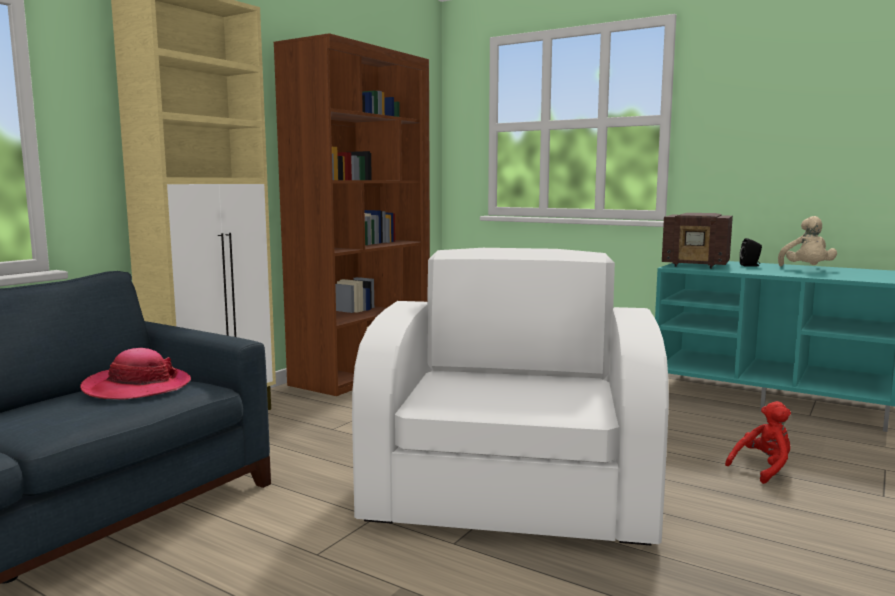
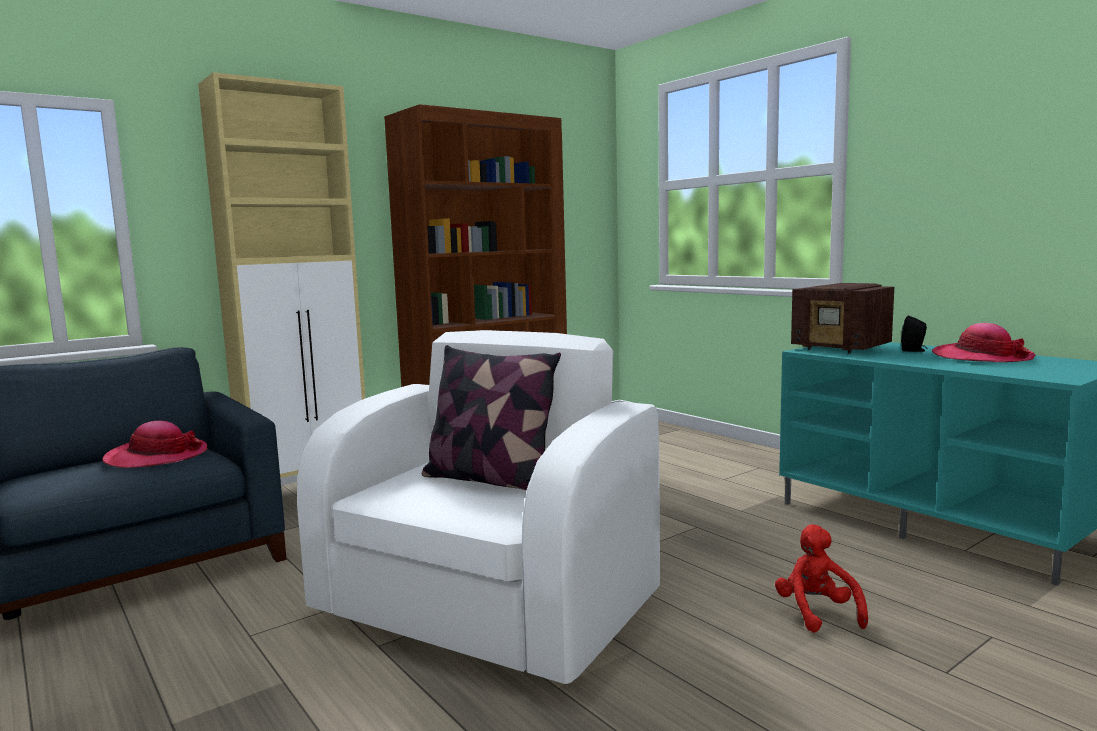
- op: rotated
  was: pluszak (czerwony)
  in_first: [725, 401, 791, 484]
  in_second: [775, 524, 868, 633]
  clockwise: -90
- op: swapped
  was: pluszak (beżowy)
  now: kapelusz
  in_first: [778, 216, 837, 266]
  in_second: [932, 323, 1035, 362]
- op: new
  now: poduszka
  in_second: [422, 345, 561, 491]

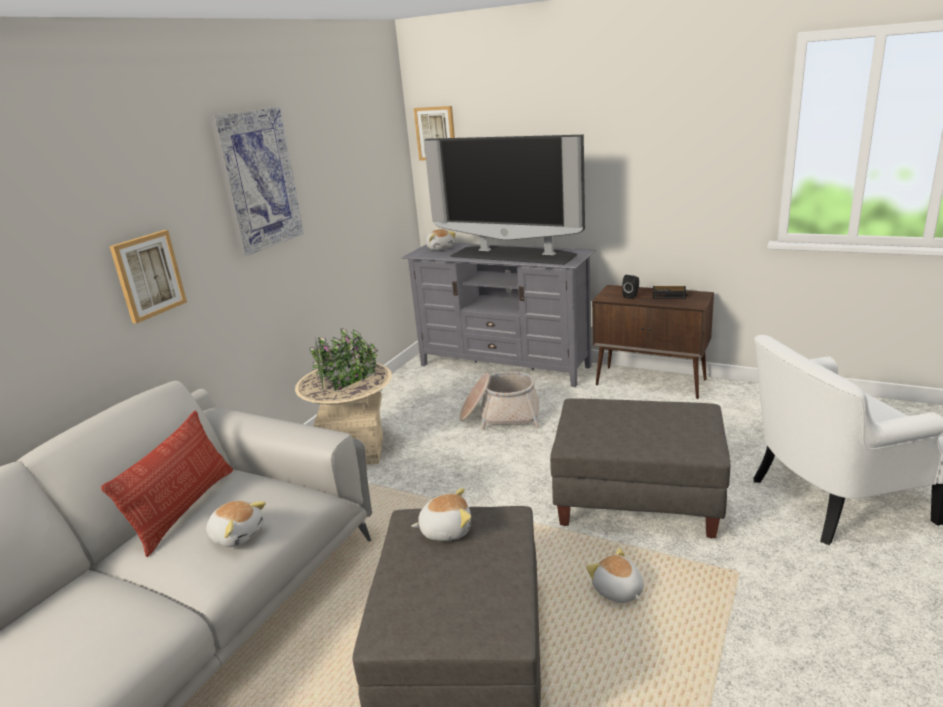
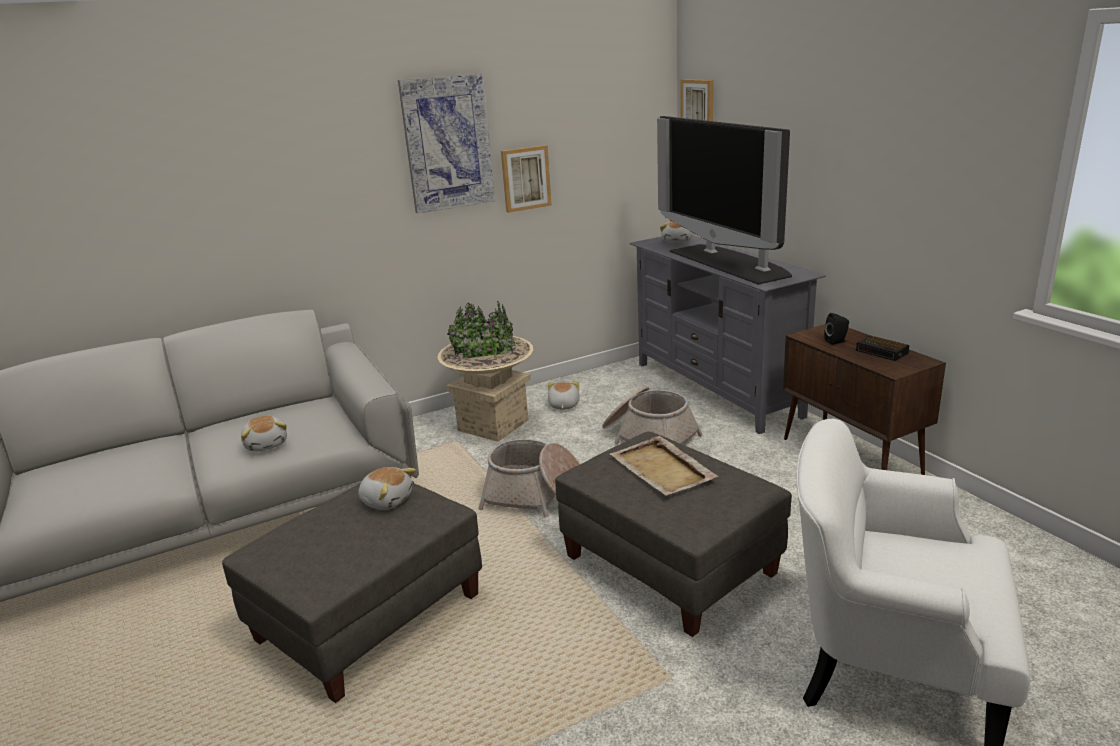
- op: gone
  was: poduszka
  in_first: [101, 411, 233, 557]
- op: shifted
  was: obraz
  in_first: [109, 230, 187, 324]
  in_second: [501, 145, 552, 213]
- op: shifted
  was: pluszak
  in_first: [586, 548, 644, 603]
  in_second: [548, 381, 579, 410]
- op: new
  now: koszyk
  in_second: [478, 439, 580, 518]
- op: new
  now: taca (beżowy)
  in_second: [610, 436, 718, 496]

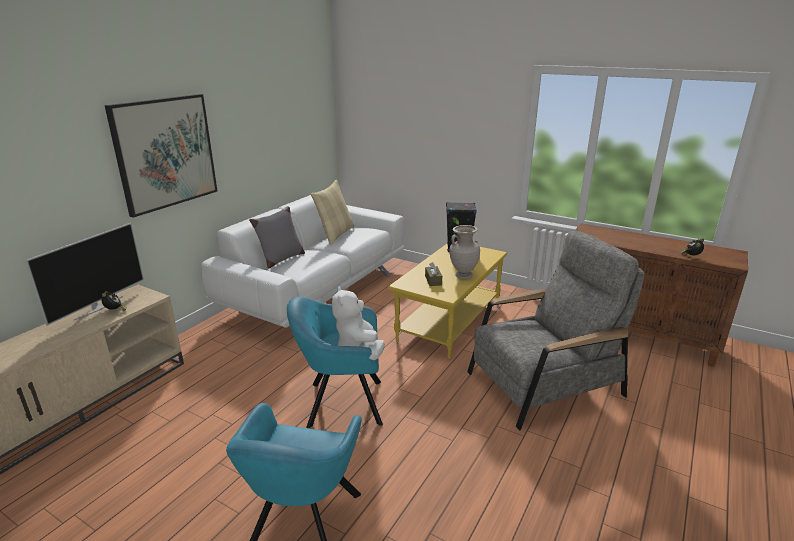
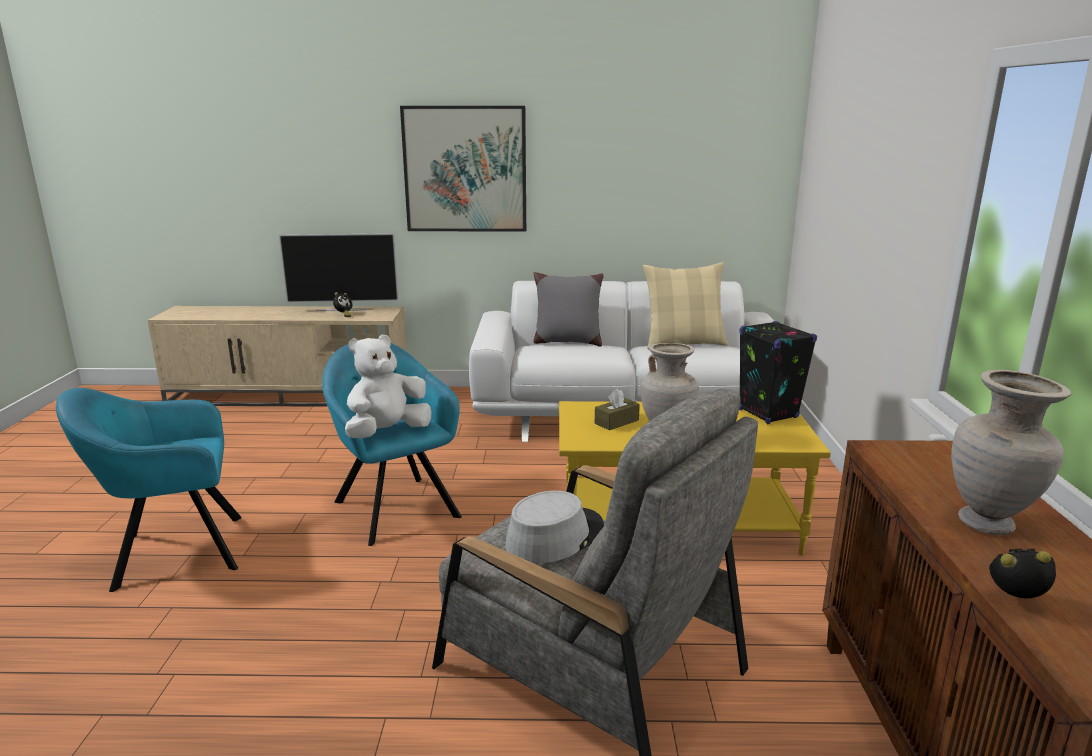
- op: new
  now: kapelusz (szary)
  in_second: [505, 491, 604, 563]
- op: new
  now: wazon (beżowy)
  in_second: [951, 369, 1071, 535]

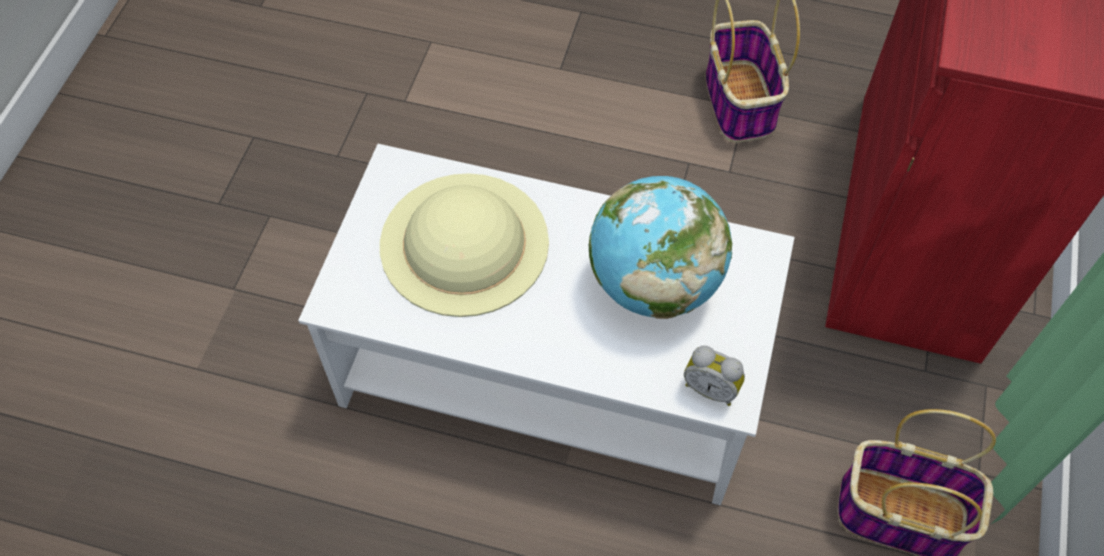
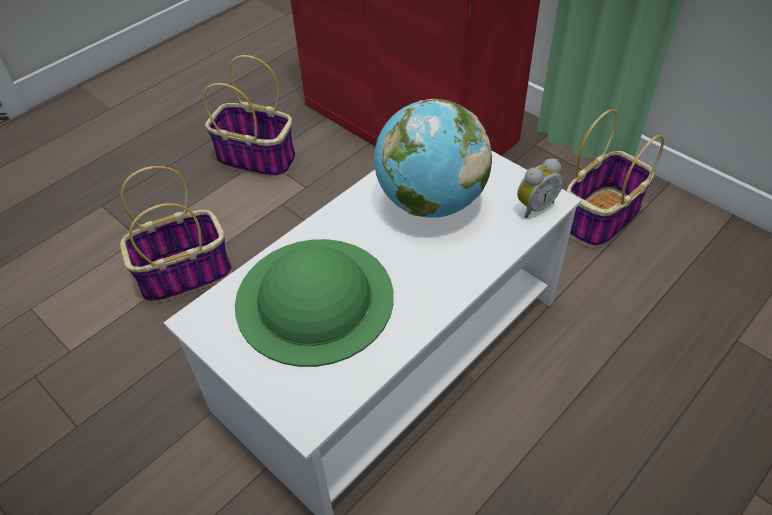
- op: repainted
  was: kapelusz (beżowy)
  now: kapelusz (zielony)
  in_first: [380, 173, 549, 317]
  in_second: [235, 239, 394, 367]
- op: new
  now: koszyk
  in_second: [120, 166, 233, 303]

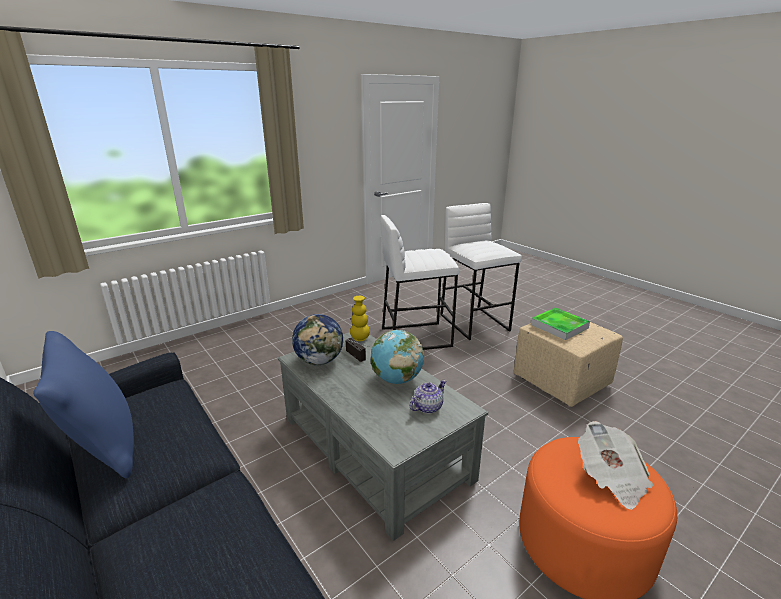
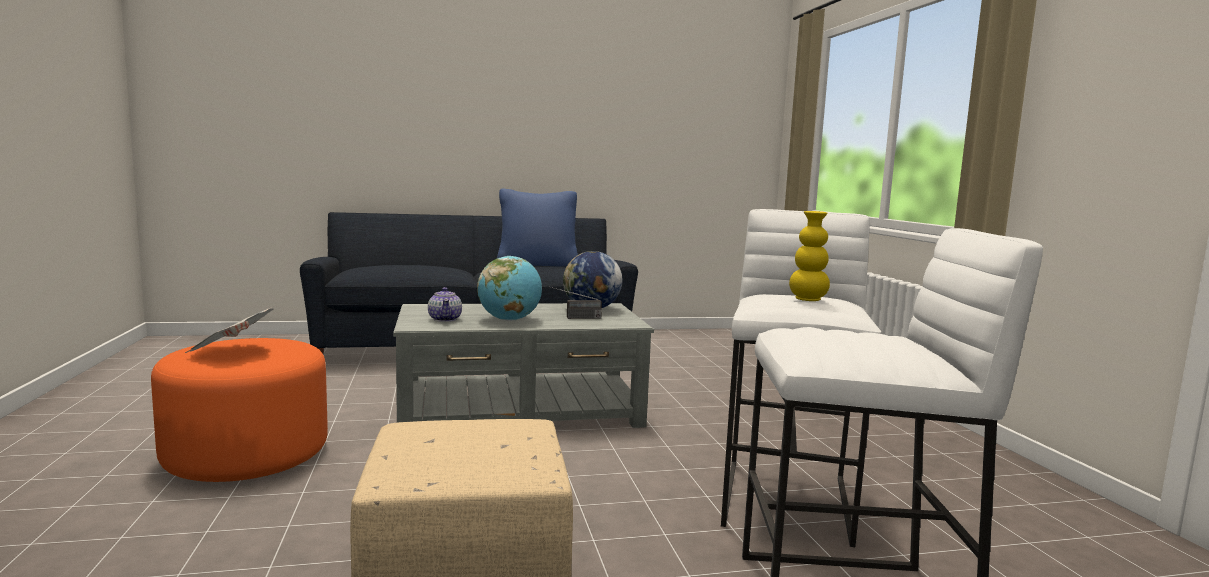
- op: shifted
  was: wazon (żółty)
  in_first: [350, 296, 370, 341]
  in_second: [789, 211, 830, 301]
- op: gone
  was: taca
  in_first: [531, 308, 590, 340]

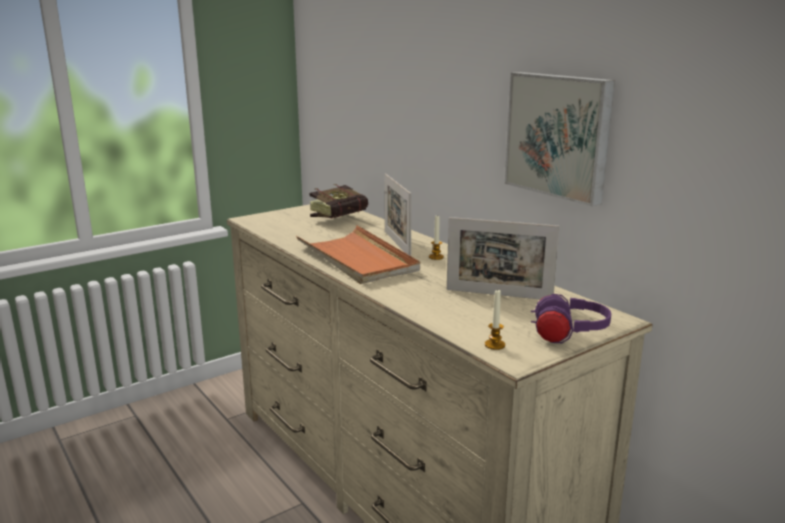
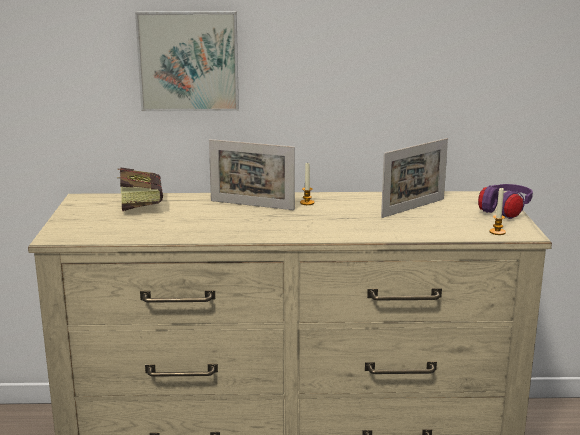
- op: gone
  was: taca (pomarańczowy)
  in_first: [296, 225, 420, 284]
- op: shifted
  was: obraz
  in_first: [505, 72, 615, 207]
  in_second: [135, 11, 239, 111]

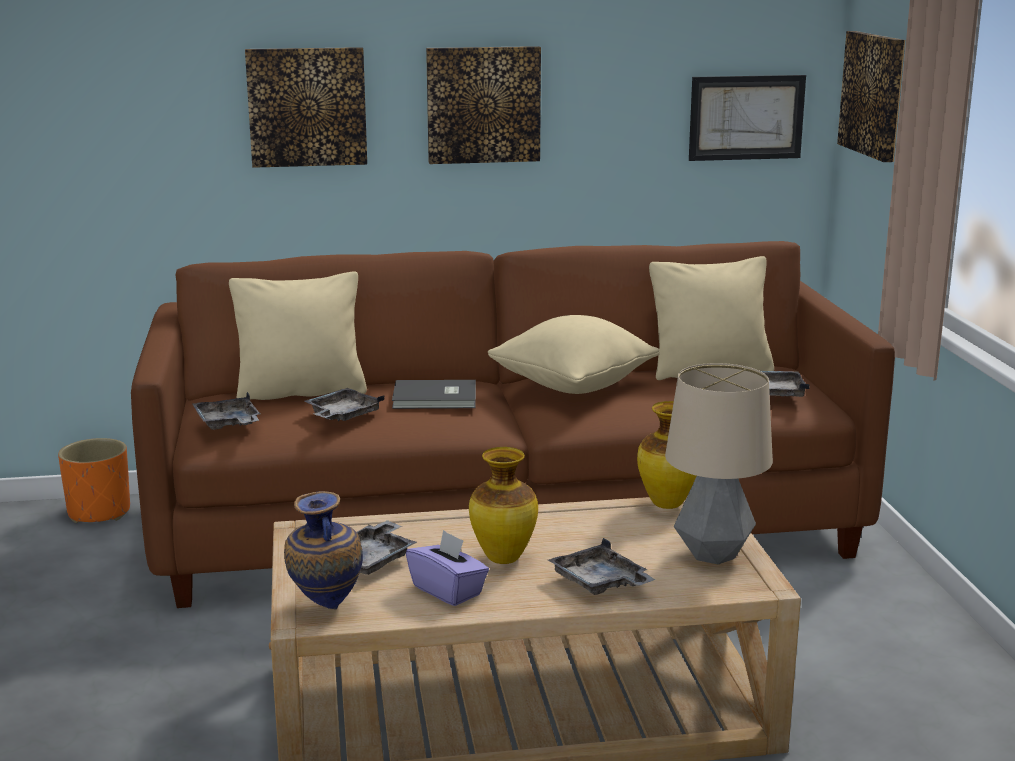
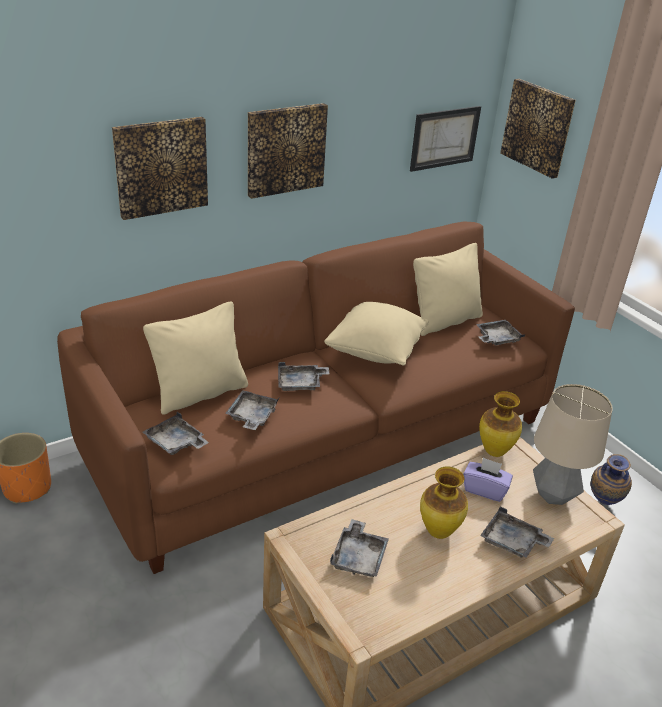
- op: shifted
  was: wazon
  in_first: [284, 491, 363, 609]
  in_second: [591, 454, 632, 505]
- op: swapped
  was: książka (szary)
  now: taca (szary)
  in_first: [392, 380, 476, 409]
  in_second: [278, 362, 329, 391]
- op: shifted
  was: pudełko chusteczek (fioletowy)
  in_first: [406, 530, 489, 606]
  in_second: [463, 457, 513, 502]

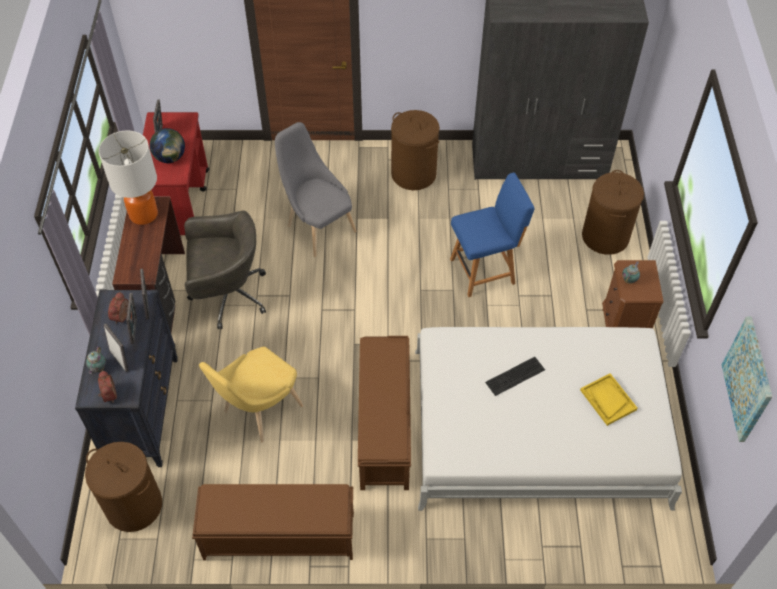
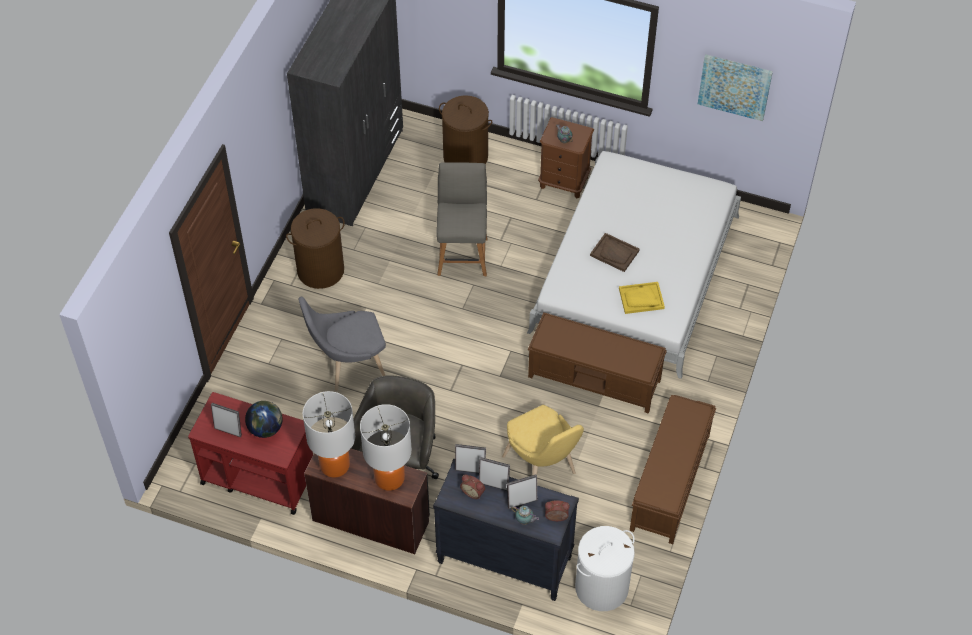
- op: repainted
  was: kosz na pranie (brązowy)
  now: kosz na pranie (biały)
  in_first: [85, 442, 162, 532]
  in_second: [575, 526, 635, 611]
- op: repainted
  was: krzesło (niebieski)
  now: krzesło (szary)
  in_first: [450, 173, 535, 297]
  in_second: [436, 162, 487, 276]
- op: swapped
  was: klawiatura
  now: taca (brązowy)
  in_first: [485, 357, 545, 396]
  in_second: [590, 233, 639, 272]
- op: shifted
  was: taca (żółty)
  in_first: [580, 373, 638, 426]
  in_second: [619, 282, 665, 314]
- op: new
  now: lampa stołowa
  in_second: [360, 404, 412, 491]

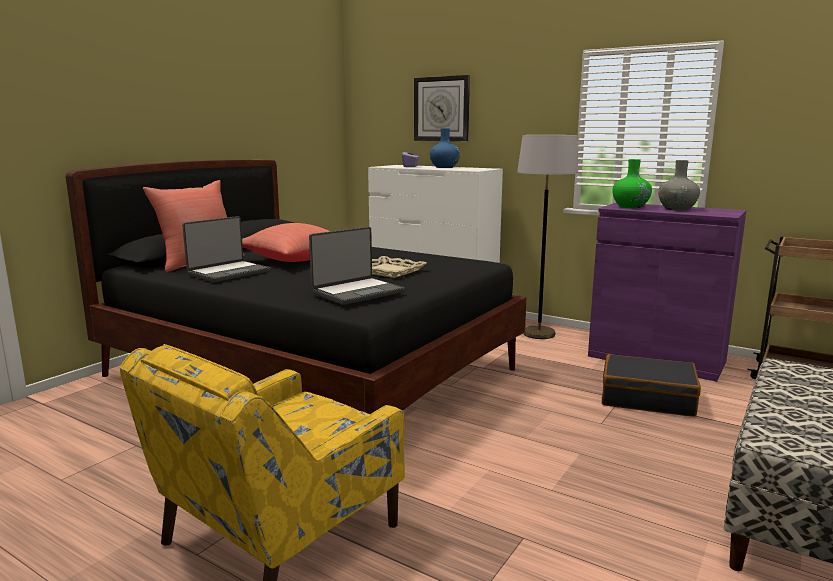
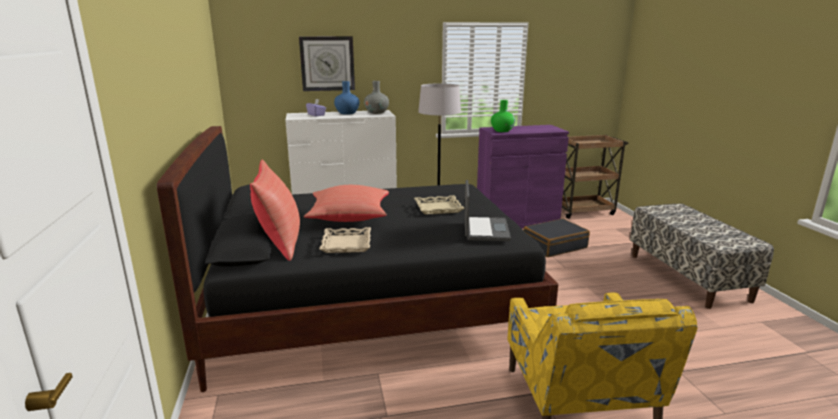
- op: swapped
  was: laptop
  now: taca (beżowy)
  in_first: [182, 216, 270, 282]
  in_second: [319, 227, 371, 253]
- op: shifted
  was: wazon (szary)
  in_first: [658, 160, 700, 211]
  in_second: [364, 81, 389, 114]

